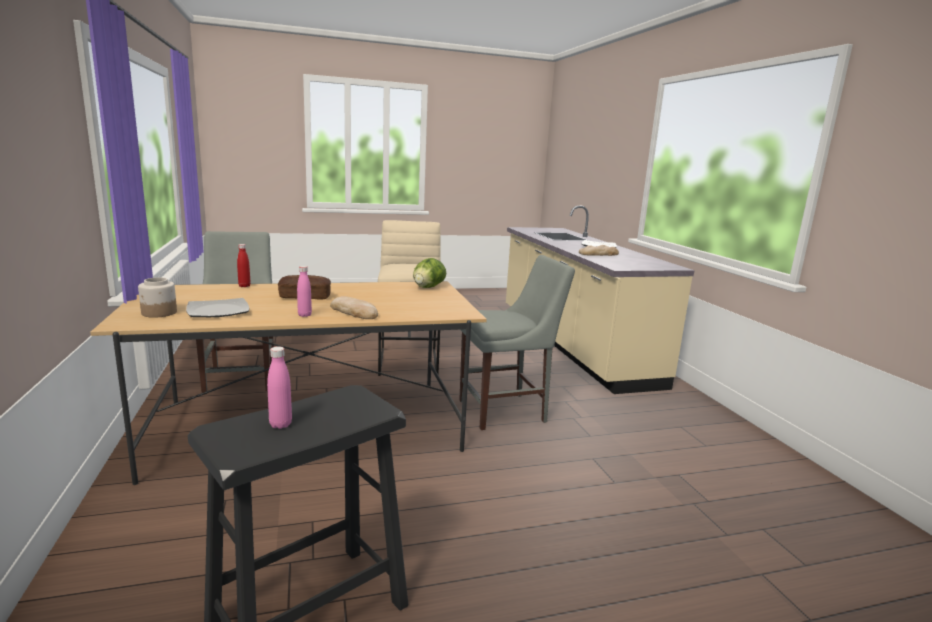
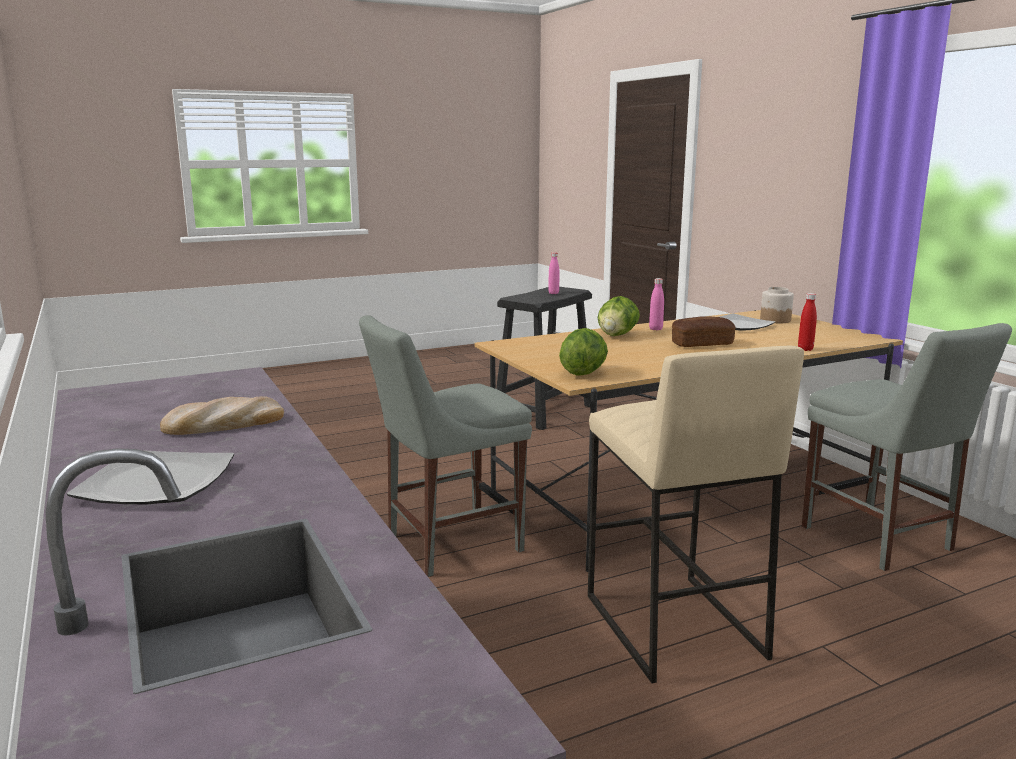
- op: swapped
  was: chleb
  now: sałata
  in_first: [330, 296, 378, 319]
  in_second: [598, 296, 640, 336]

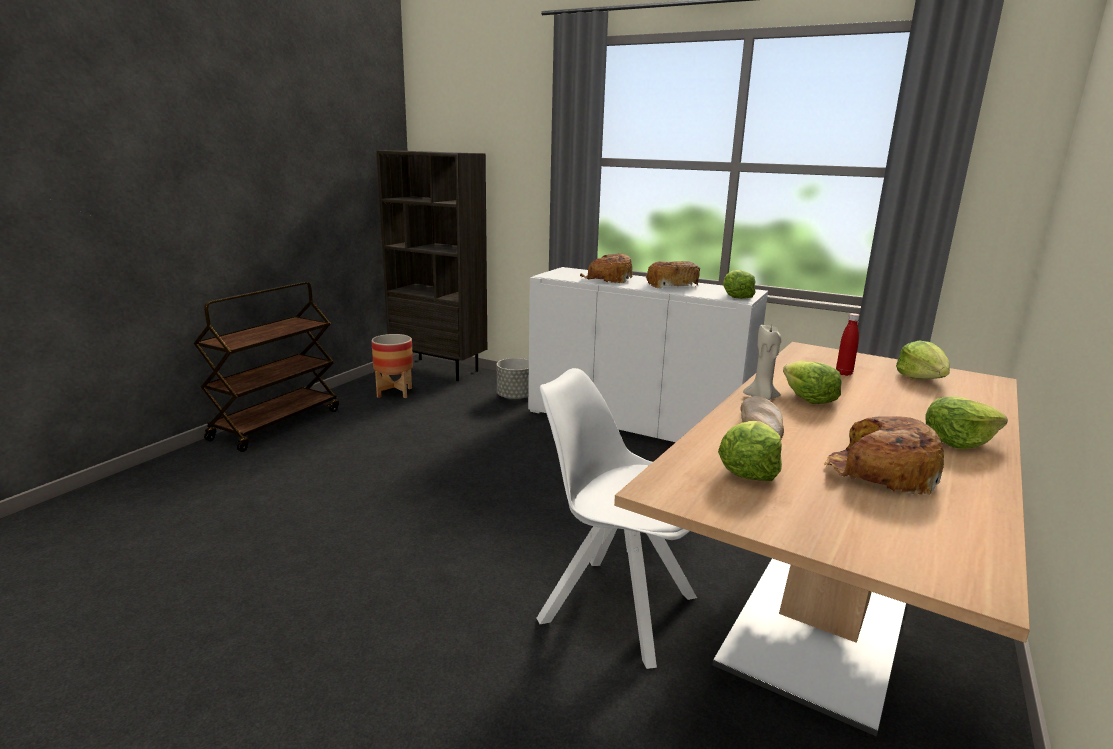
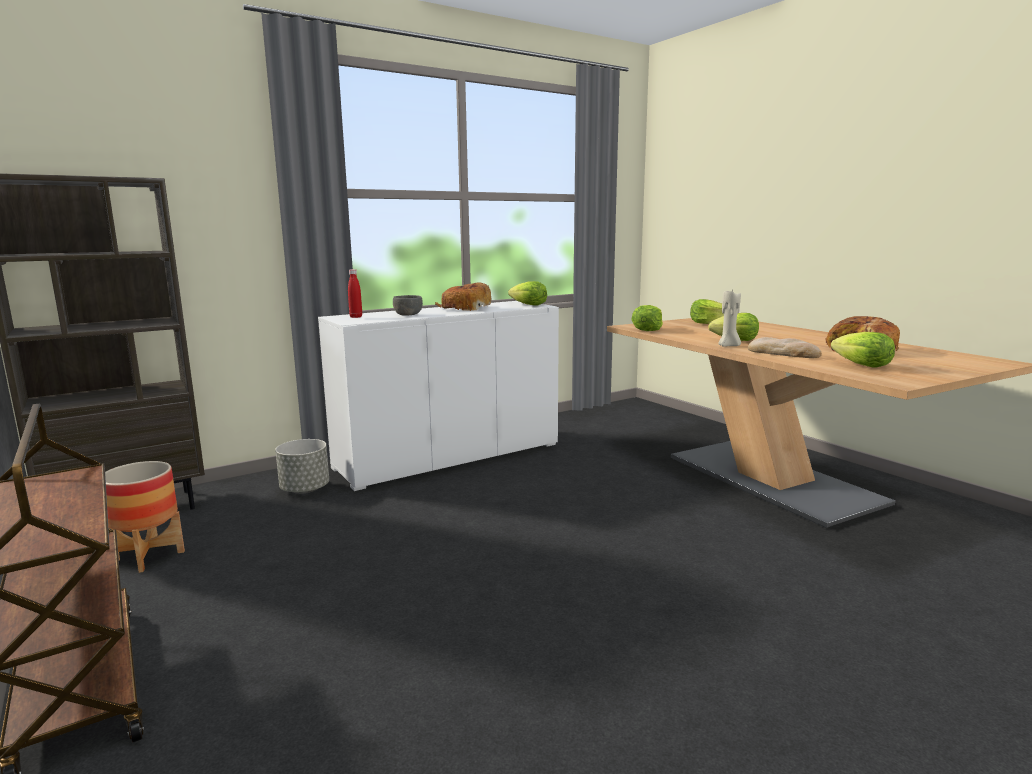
- op: gone
  was: krzesło (biały)
  in_first: [537, 368, 697, 669]
- op: swapped
  was: chleb
  now: miska (szary)
  in_first: [580, 253, 633, 283]
  in_second: [393, 295, 423, 316]
- op: shifted
  was: butelka (czerwony)
  in_first: [836, 313, 860, 376]
  in_second: [348, 269, 362, 318]
- op: shifted
  was: sałata
  in_first: [925, 396, 1008, 449]
  in_second: [631, 305, 663, 331]

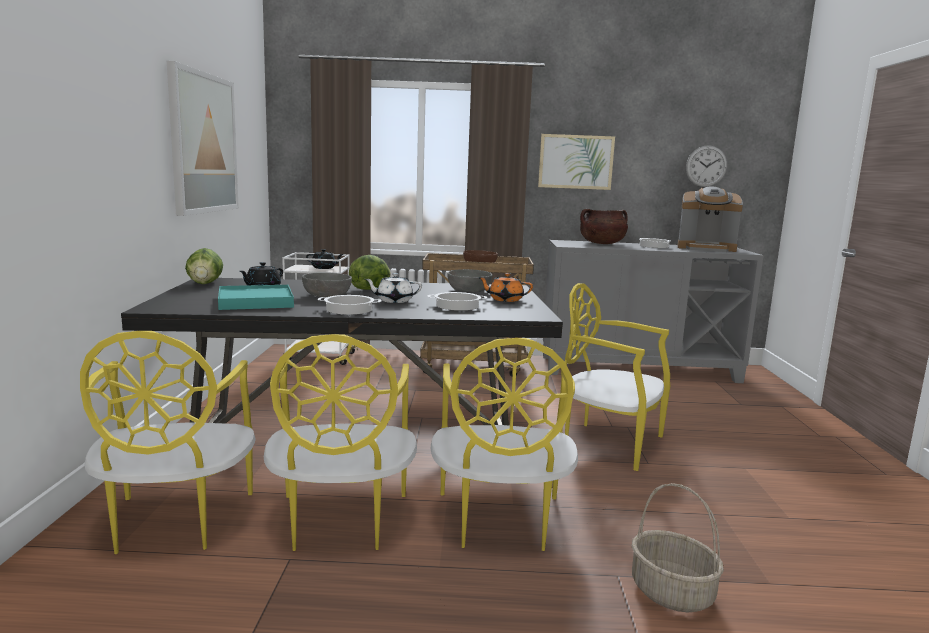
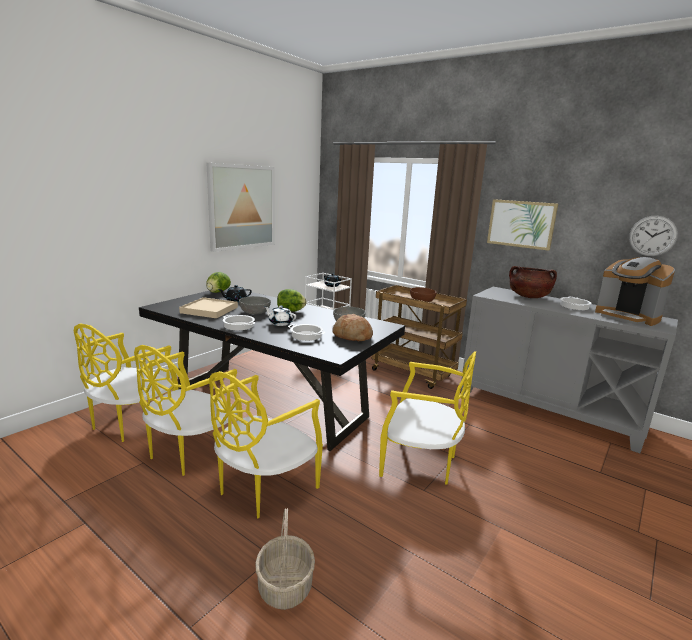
- op: repainted
  was: taca (turkusowy)
  now: taca (beżowy)
  in_first: [218, 285, 294, 310]
  in_second: [179, 297, 238, 318]
- op: swapped
  was: imbryk (pomarańczowy)
  now: chleb
  in_first: [478, 273, 533, 302]
  in_second: [332, 314, 373, 341]
- op: rotated
  was: krzesło (żółty)
  in_first: [565, 283, 670, 471]
  in_second: [379, 351, 476, 485]
  clockwise: 135

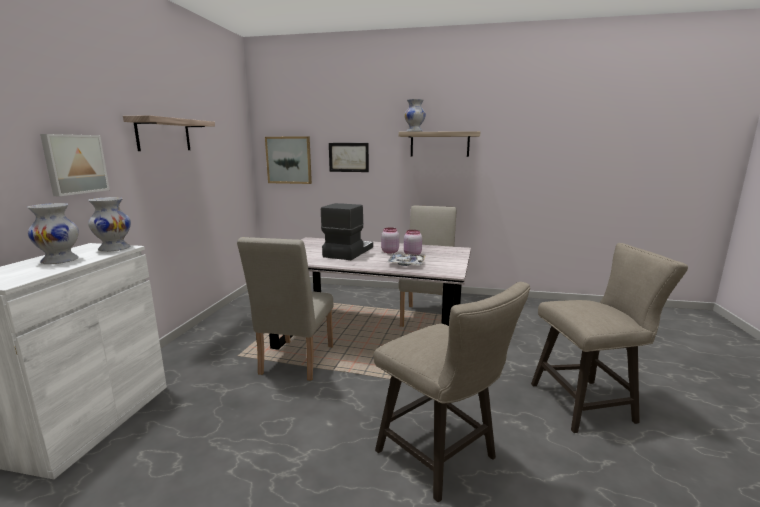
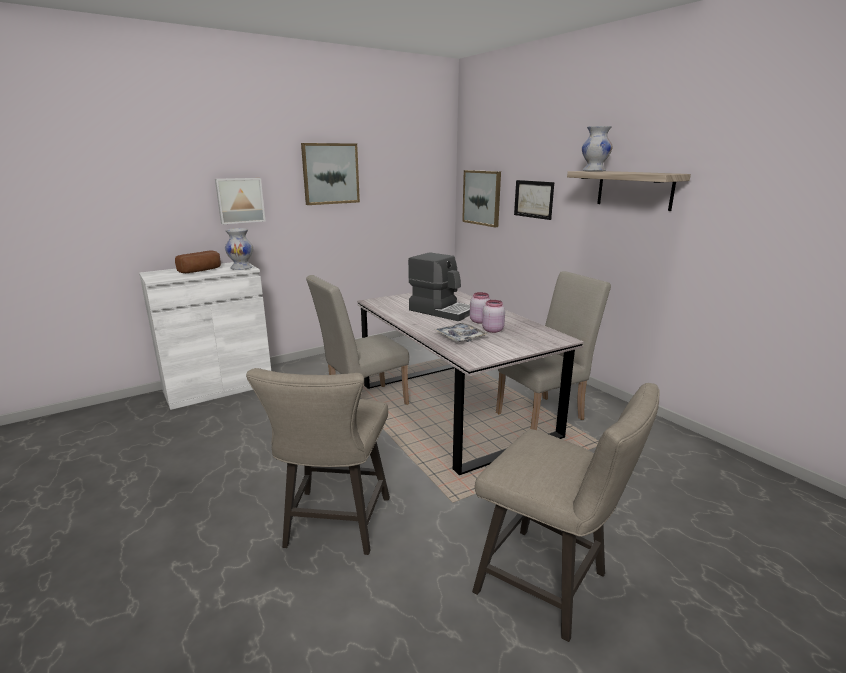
- op: swapped
  was: wazon (biały)
  now: chleb
  in_first: [27, 203, 79, 264]
  in_second: [175, 251, 221, 273]
- op: swapped
  was: półka
  now: obraz
  in_first: [123, 115, 215, 151]
  in_second: [301, 143, 360, 205]
- op: rotated
  was: ekspres do kawy
  in_first: [321, 203, 373, 260]
  in_second: [408, 253, 470, 321]
  clockwise: 60

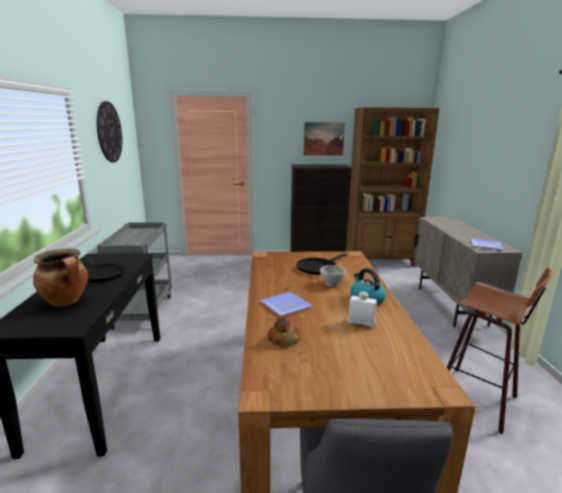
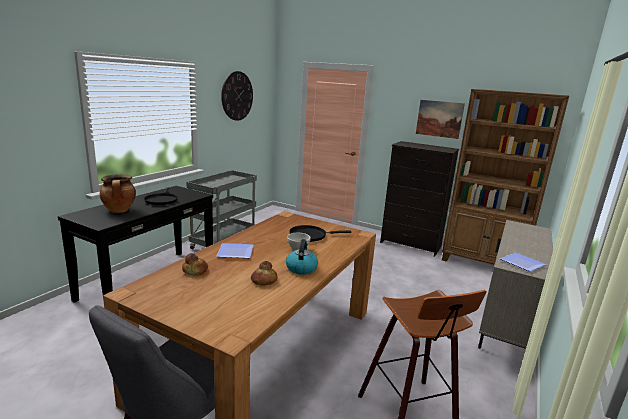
- op: swapped
  was: butelka (biały)
  now: chleb
  in_first: [348, 292, 377, 327]
  in_second: [251, 261, 278, 286]

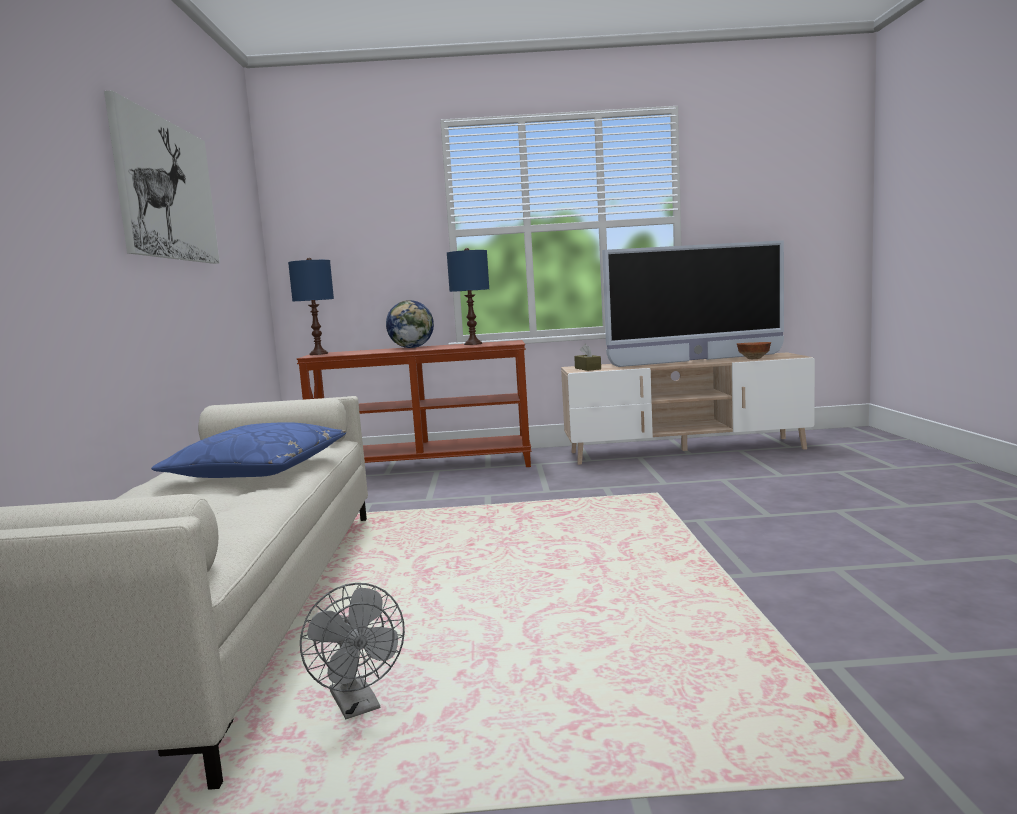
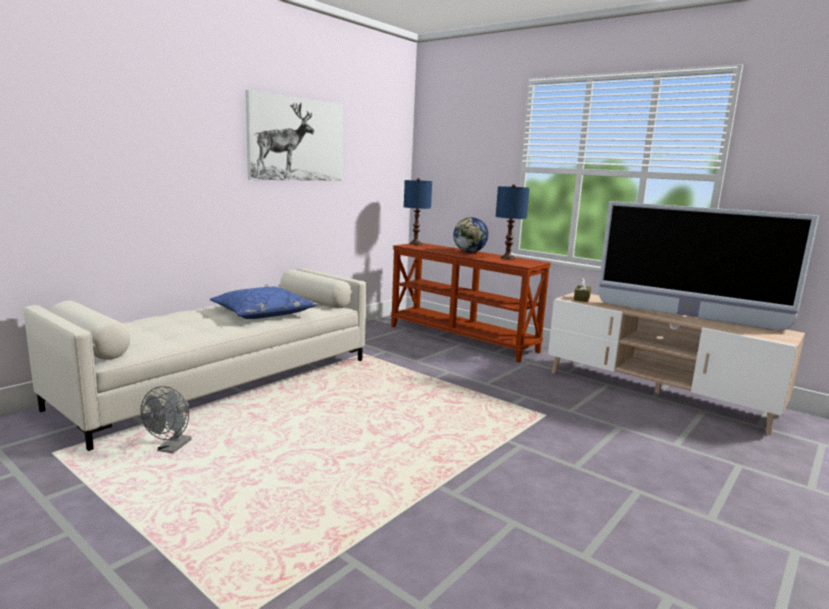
- op: gone
  was: miska
  in_first: [737, 342, 771, 359]

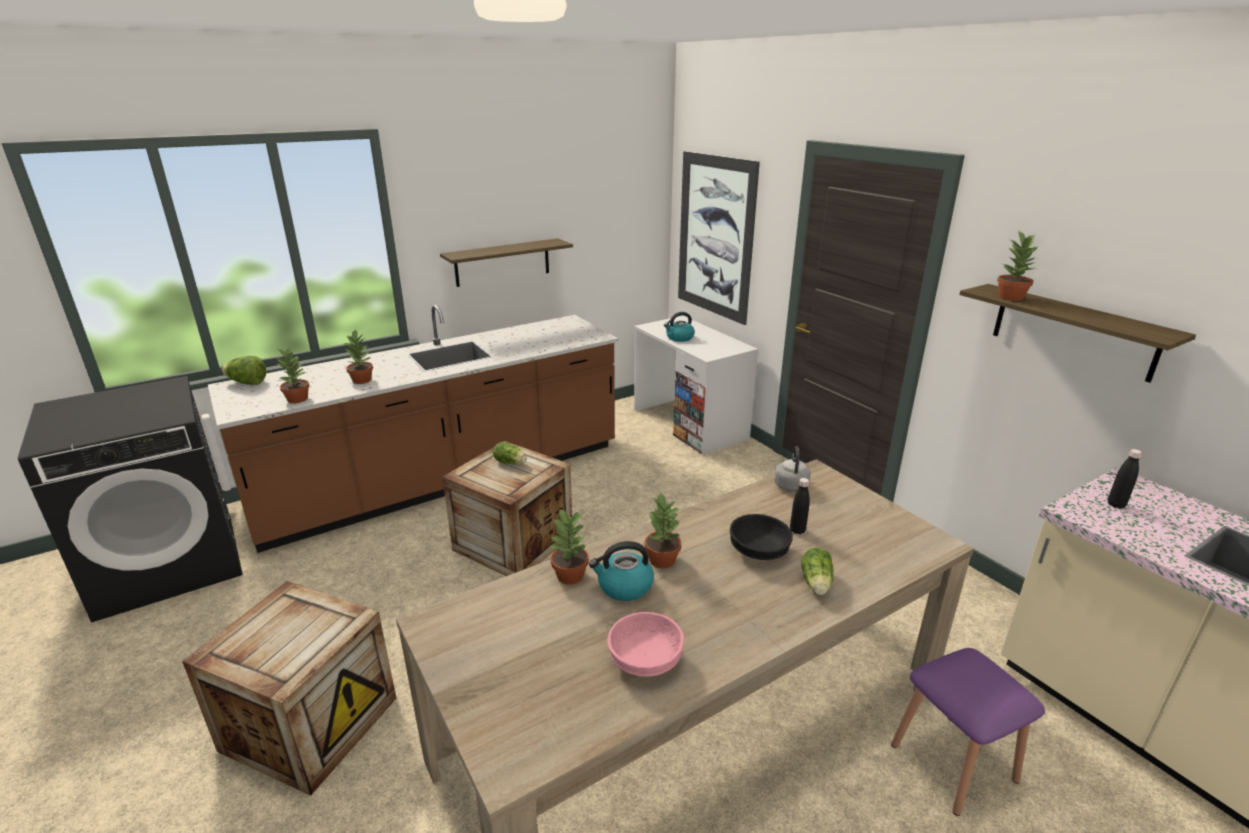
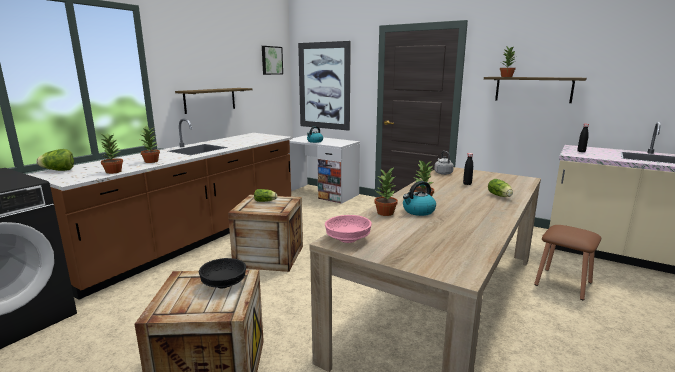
- op: shifted
  was: miska (różowy)
  in_first: [607, 612, 684, 677]
  in_second: [325, 215, 372, 243]
- op: shifted
  was: miska (czarny)
  in_first: [730, 514, 793, 560]
  in_second: [199, 258, 246, 288]
- op: repainted
  was: stołek (fioletowy)
  now: stołek (brązowy)
  in_first: [891, 648, 1045, 816]
  in_second: [534, 225, 601, 300]
- op: new
  now: obraz
  in_second: [262, 46, 283, 75]

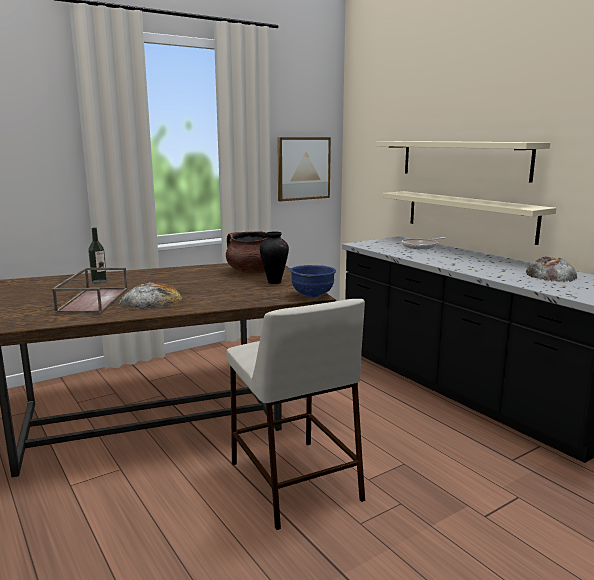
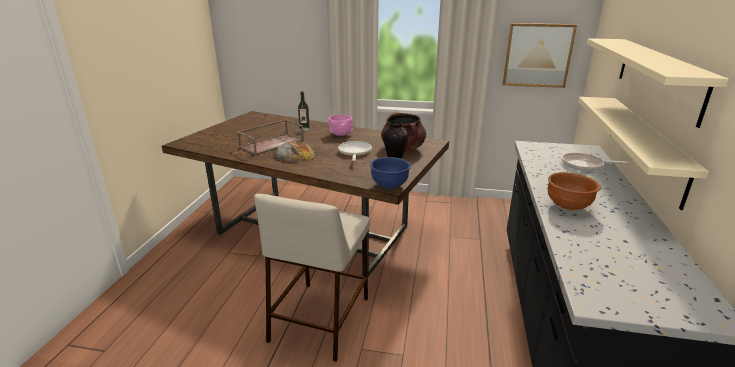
- op: gone
  was: chleb
  in_first: [526, 257, 578, 282]
- op: new
  now: miska (różowy)
  in_second: [328, 115, 353, 136]
- op: new
  now: patelnia
  in_second: [338, 141, 372, 161]
- op: new
  now: miska (brązowy)
  in_second: [547, 172, 601, 210]

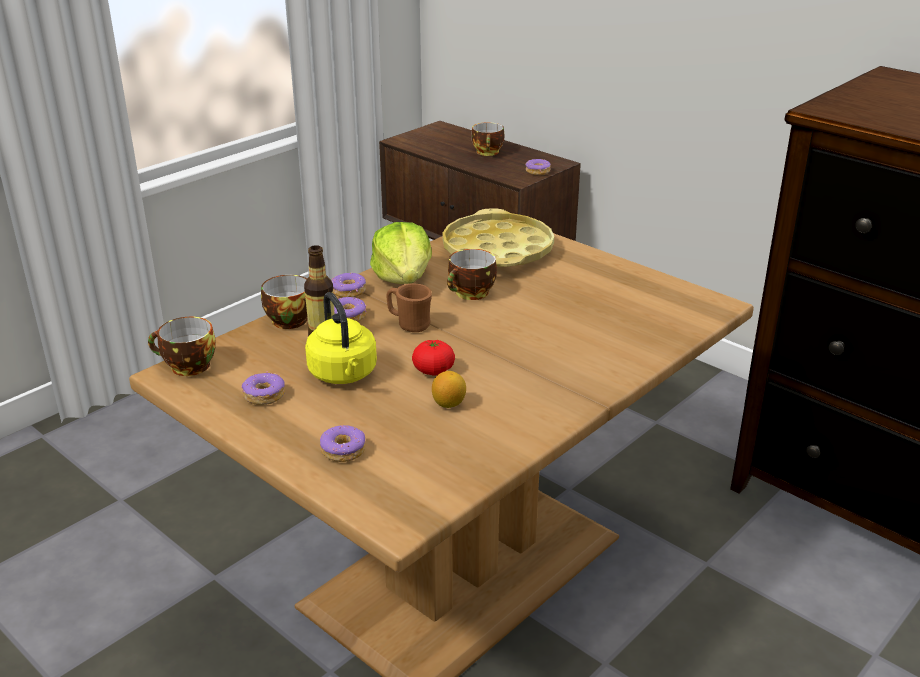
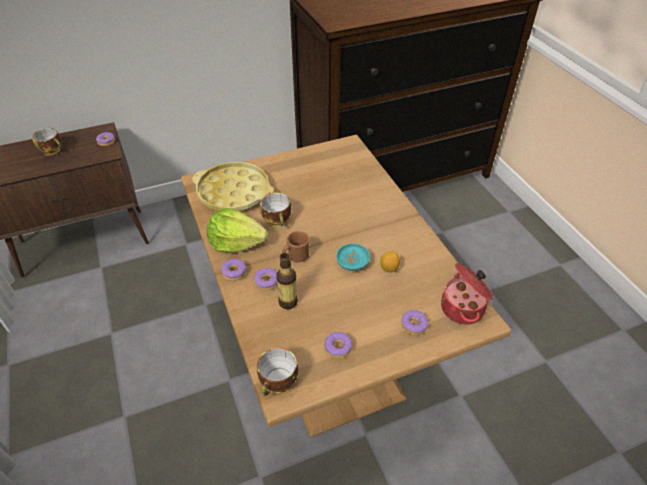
- op: gone
  was: filiżanka
  in_first: [261, 275, 307, 329]
- op: gone
  was: czajnik (żółty)
  in_first: [305, 292, 377, 384]
- op: swapped
  was: pomidor
  now: miska (turkusowy)
  in_first: [412, 340, 455, 376]
  in_second: [336, 243, 370, 271]
- op: new
  now: garnek
  in_second: [441, 263, 493, 324]

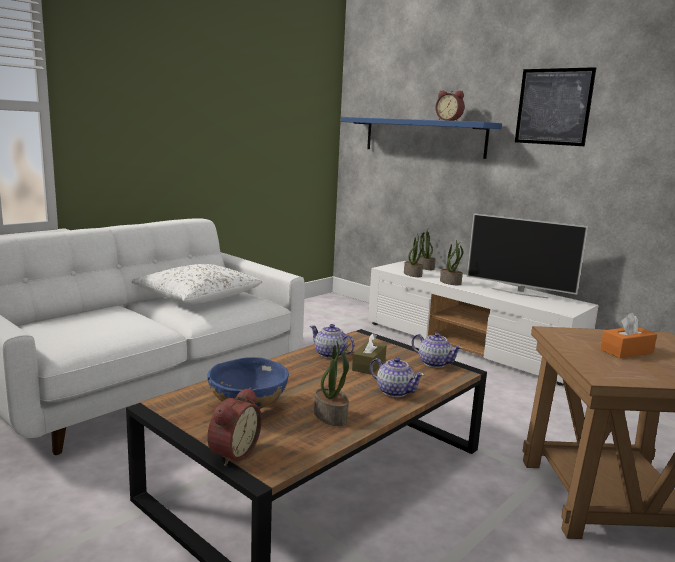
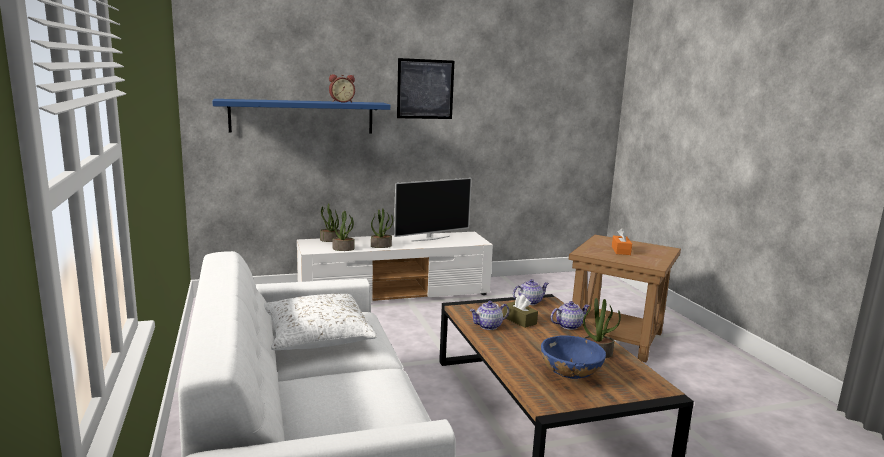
- op: gone
  was: budzik
  in_first: [208, 387, 262, 466]

